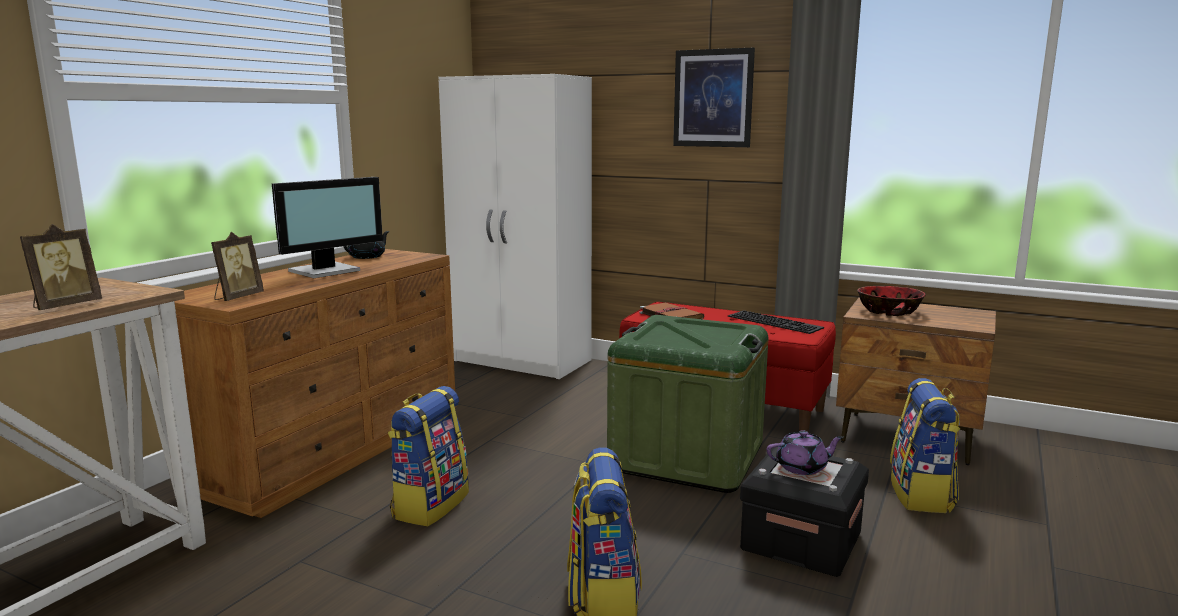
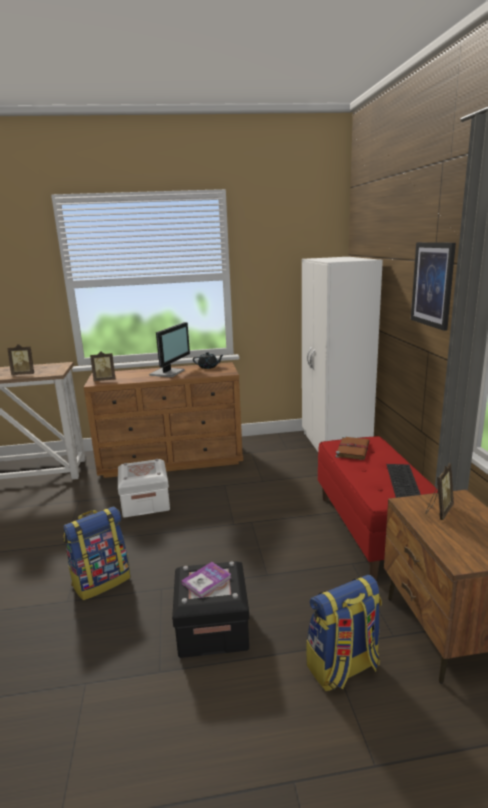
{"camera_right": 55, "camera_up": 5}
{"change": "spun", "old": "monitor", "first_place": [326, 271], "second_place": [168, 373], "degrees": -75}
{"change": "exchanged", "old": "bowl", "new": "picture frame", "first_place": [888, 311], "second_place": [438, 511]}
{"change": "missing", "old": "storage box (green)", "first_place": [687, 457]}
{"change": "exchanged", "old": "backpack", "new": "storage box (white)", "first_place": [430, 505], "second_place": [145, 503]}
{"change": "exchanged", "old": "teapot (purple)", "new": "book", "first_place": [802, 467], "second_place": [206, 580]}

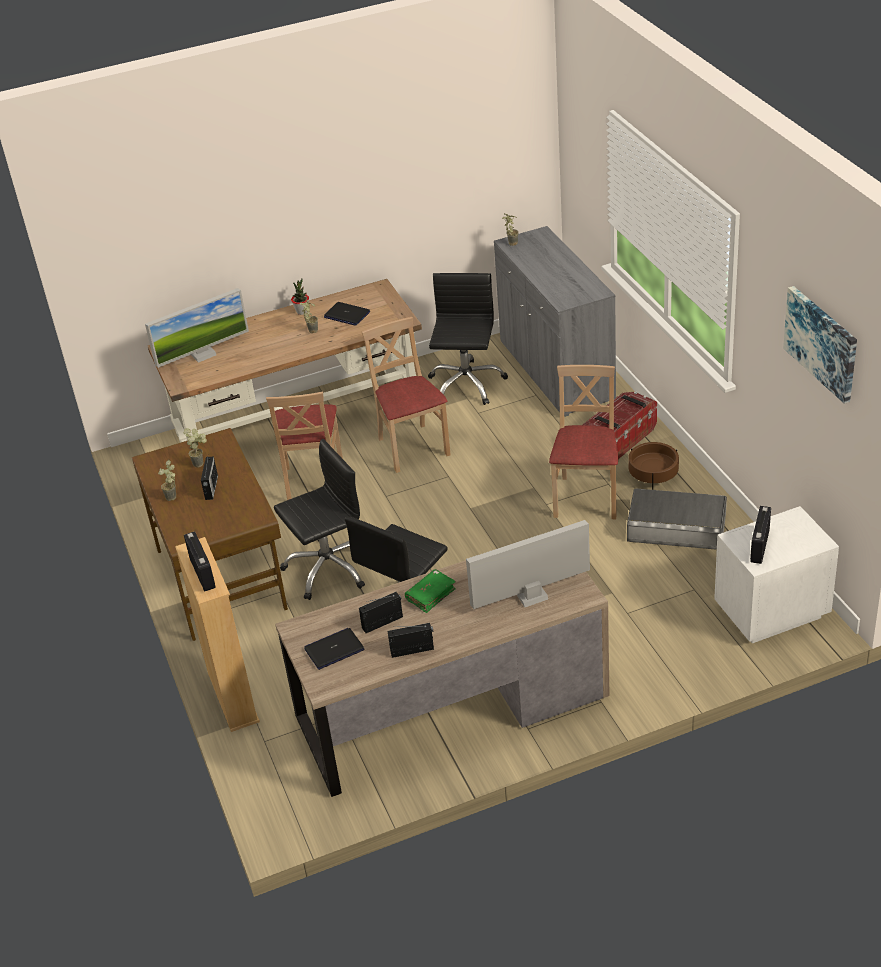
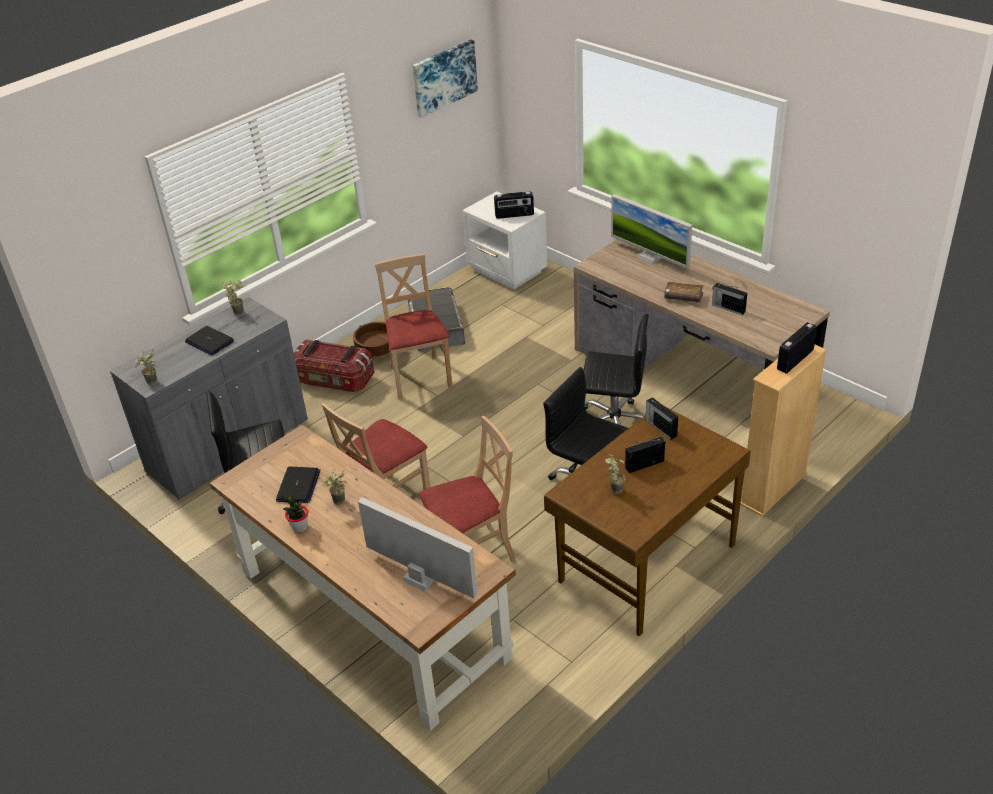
{"camera_right": -115, "camera_up": 0}
{"change": "spun", "old": "chair (beige)", "first_place": [586, 498], "second_place": [419, 377], "degrees": 90}
{"change": "relocated", "old": "potted plant", "first_place": [174, 498], "second_place": [239, 311]}
{"change": "colour", "old": "book (green)", "new": "book (brown)", "first_place": [430, 595], "second_place": [683, 297]}
{"change": "relocated", "old": "radio", "first_place": [413, 650], "second_place": [660, 427]}
{"change": "relocated", "old": "laptop", "first_place": [334, 649], "second_place": [209, 341]}

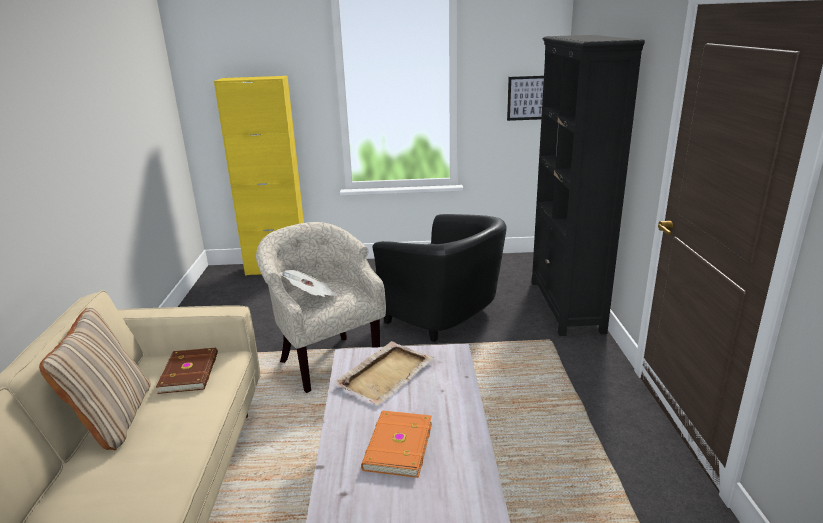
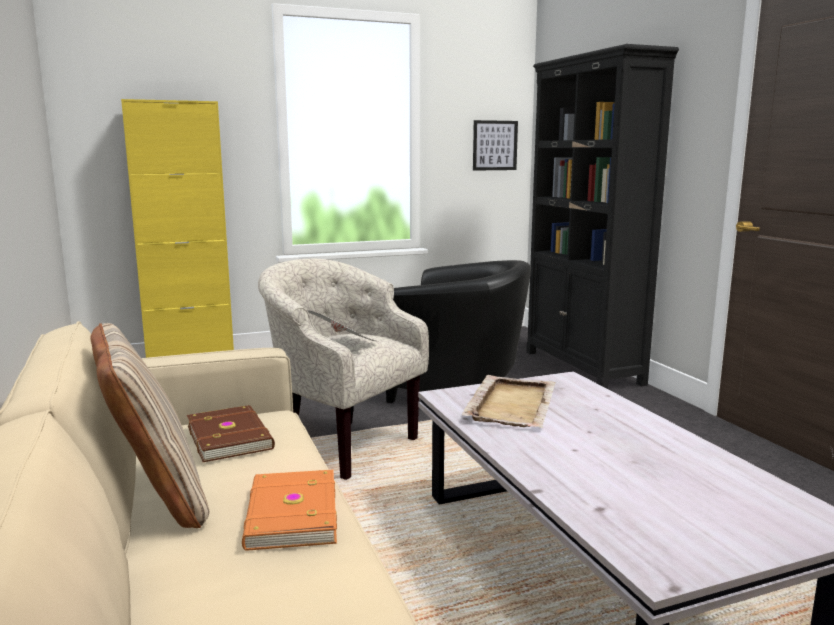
{"camera_right": -20, "camera_up": -10}
{"change": "relocated", "old": "book (orange)", "first_place": [396, 446], "second_place": [289, 514]}

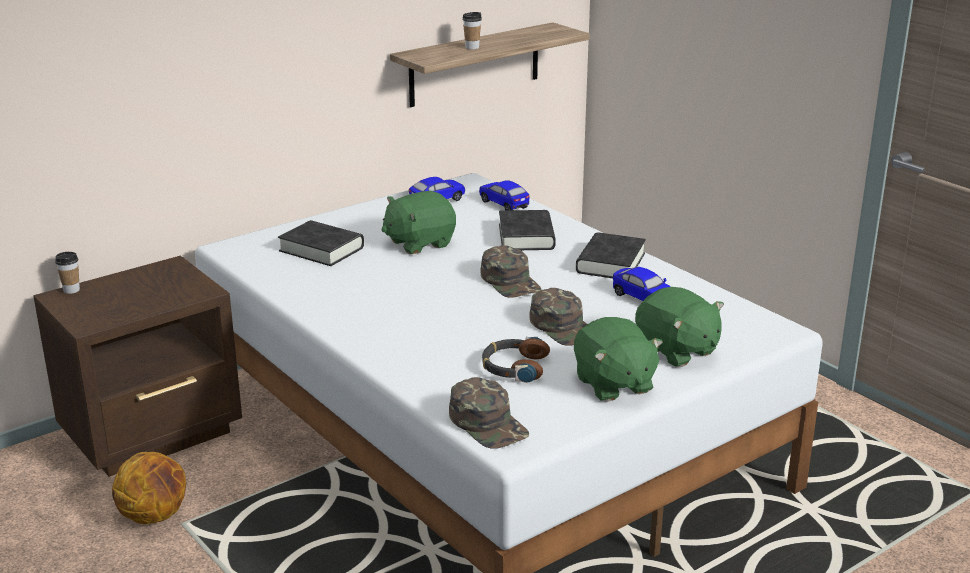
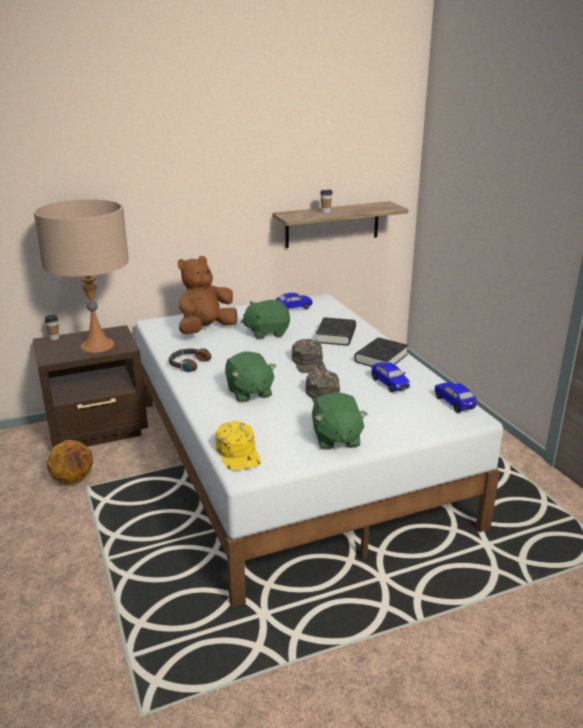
{"camera_right": 15, "camera_up": 0}
{"change": "relocated", "old": "toy car", "first_place": [504, 204], "second_place": [454, 403]}
{"change": "exchanged", "old": "book (black)", "new": "plush toy (brown)", "first_place": [321, 249], "second_place": [206, 330]}
{"change": "relocated", "old": "plush toy (green)", "first_place": [676, 351], "second_place": [249, 392]}
{"change": "relocated", "old": "headphones", "first_place": [514, 367], "second_place": [188, 364]}
{"change": "colour", "old": "cap (green)", "new": "cap (yellow)", "first_place": [488, 423], "second_place": [238, 453]}
{"change": "appeared", "new": "table lamp (beige)", "second_place": [97, 345]}

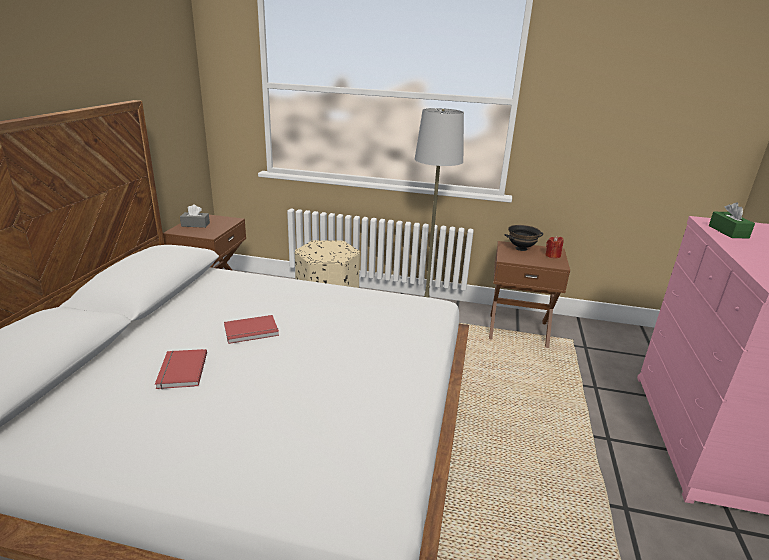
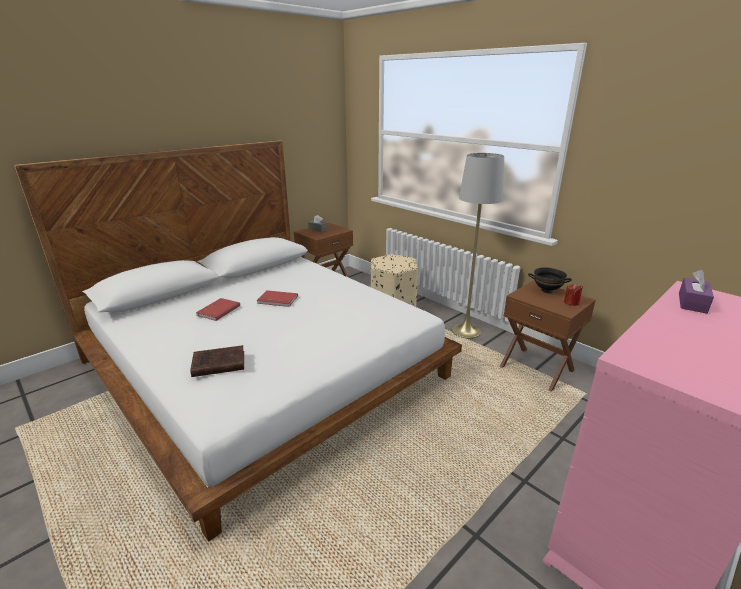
{"camera_right": 35, "camera_up": 0}
{"change": "colour", "old": "tissue box (green)", "new": "tissue box (purple)", "first_place": [728, 232], "second_place": [692, 303]}
{"change": "appeared", "new": "book (brown)", "second_place": [217, 364]}

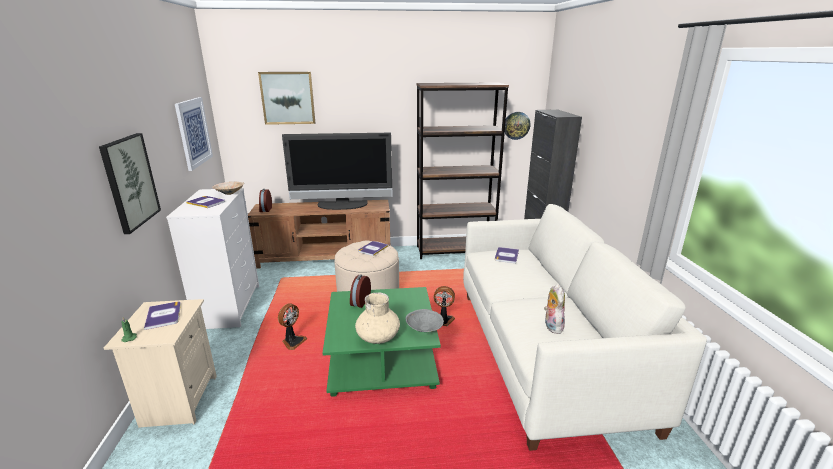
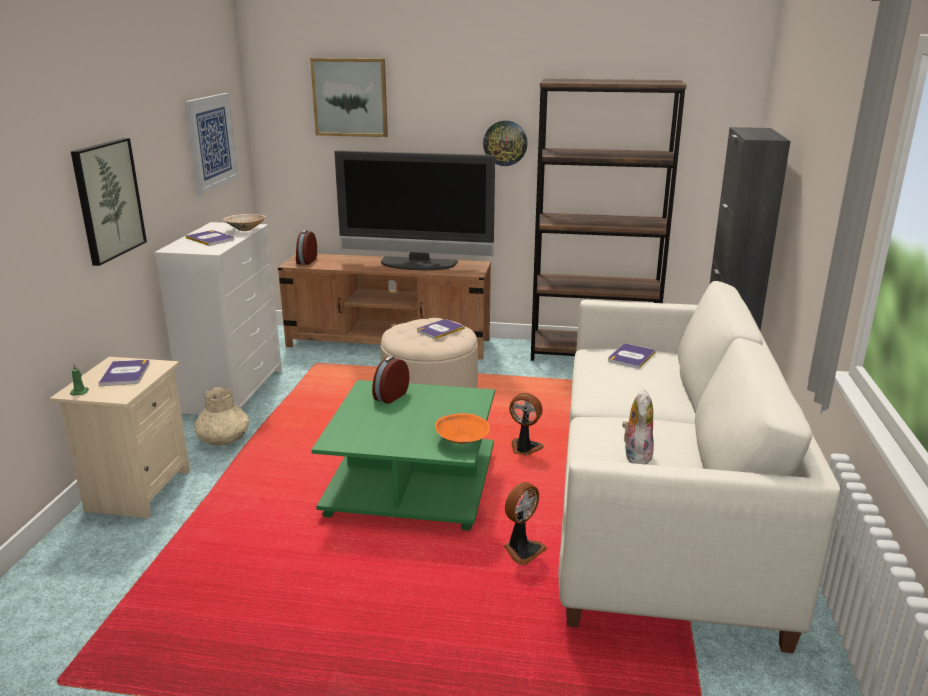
{"camera_right": 15, "camera_up": 0}
{"change": "relocated", "old": "wall clock", "first_place": [516, 125], "second_place": [505, 143]}
{"change": "relocated", "old": "vase (beige)", "first_place": [378, 337], "second_place": [224, 439]}
{"change": "relocated", "old": "fan", "first_place": [293, 342], "second_place": [522, 550]}
{"change": "colour", "old": "bowl (grey)", "new": "bowl (orange)", "first_place": [424, 329], "second_place": [462, 441]}

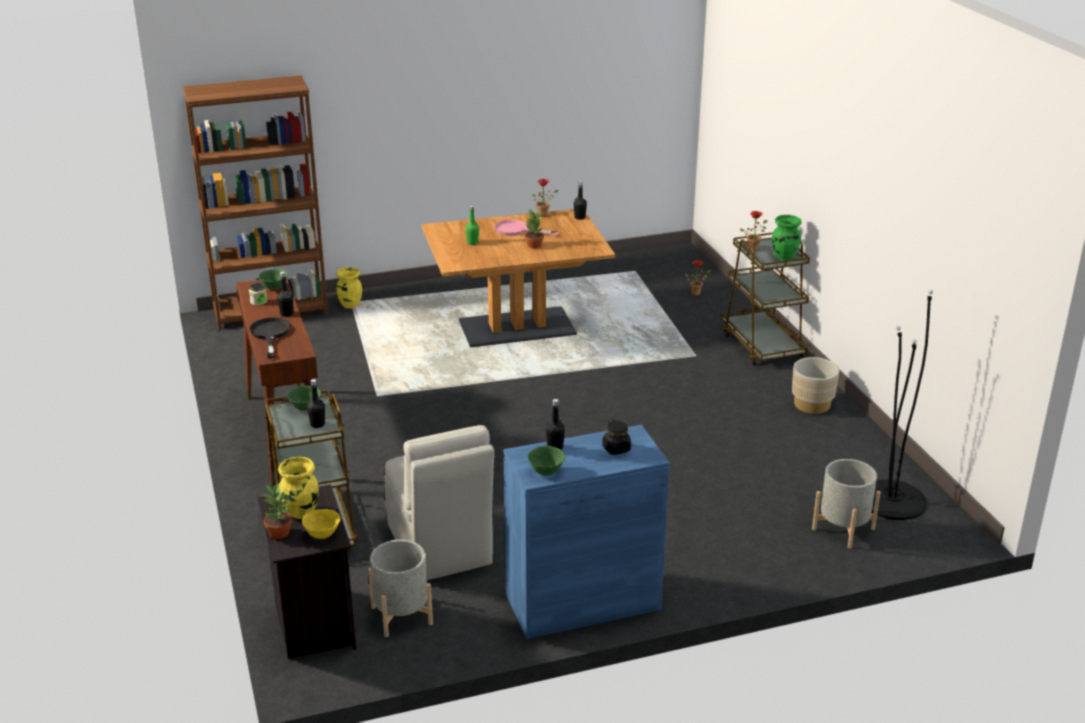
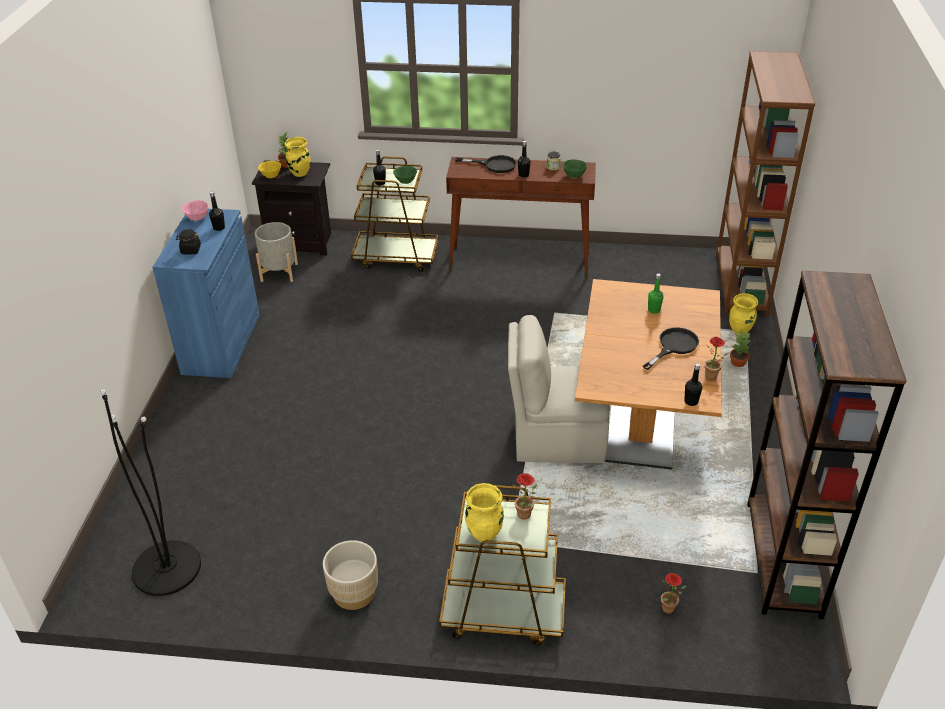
{"camera_right": 115, "camera_up": 10}
{"change": "relocated", "old": "potted plant", "first_place": [534, 245], "second_place": [738, 363]}
{"change": "colour", "old": "vase (green)", "new": "vase (yellow)", "first_place": [784, 257], "second_place": [484, 533]}
{"change": "colour", "old": "frying pan (pink)", "new": "frying pan (black)", "first_place": [517, 230], "second_place": [674, 346]}
{"change": "relocated", "old": "chair (beige)", "first_place": [440, 547], "second_place": [556, 439]}
{"change": "colour", "old": "bowl (green)", "new": "bowl (pink)", "first_place": [546, 472], "second_place": [197, 218]}
{"change": "missing", "old": "planter (grey)", "first_place": [843, 529]}
{"change": "appeared", "new": "bookcase (brown)", "second_place": [783, 559]}

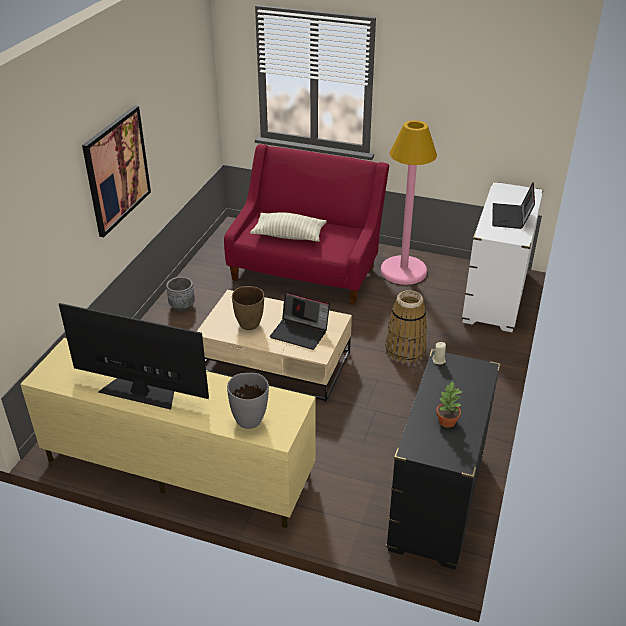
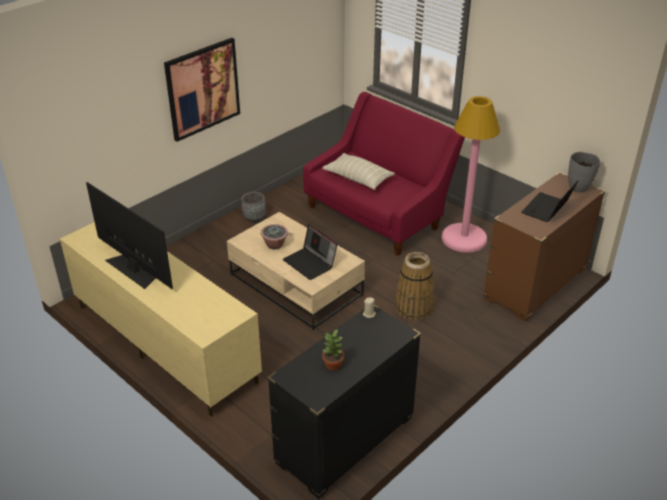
{"camera_right": 25, "camera_up": 0}
{"change": "colour", "old": "dresser (white)", "new": "dresser (brown)", "first_place": [495, 296], "second_place": [535, 285]}
{"change": "exchanged", "old": "vase (brown)", "new": "potted plant", "first_place": [249, 325], "second_place": [275, 245]}
{"change": "relocated", "old": "vase (grey)", "first_place": [249, 420], "second_place": [579, 187]}

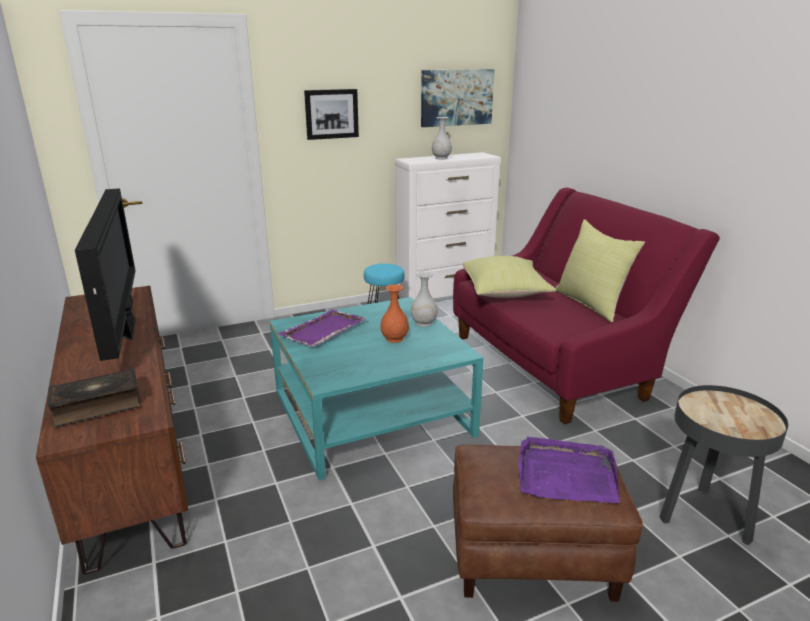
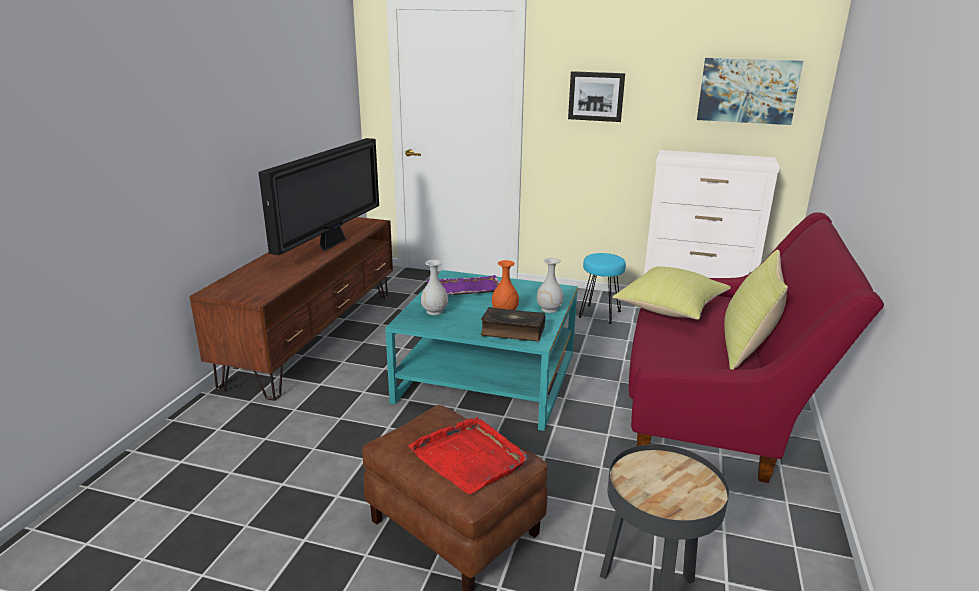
{"camera_right": 40, "camera_up": 0}
{"change": "relocated", "old": "vase (white)", "first_place": [441, 158], "second_place": [435, 311]}
{"change": "relocated", "old": "book", "first_place": [97, 406], "second_place": [512, 331]}
{"change": "colour", "old": "tray (purple)", "new": "tray (red)", "first_place": [565, 474], "second_place": [469, 457]}

